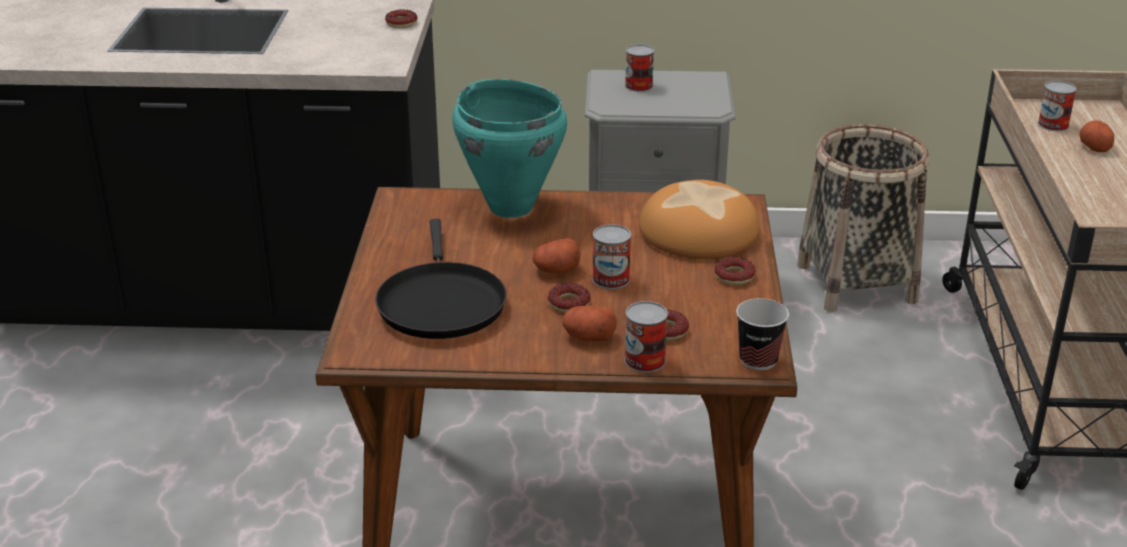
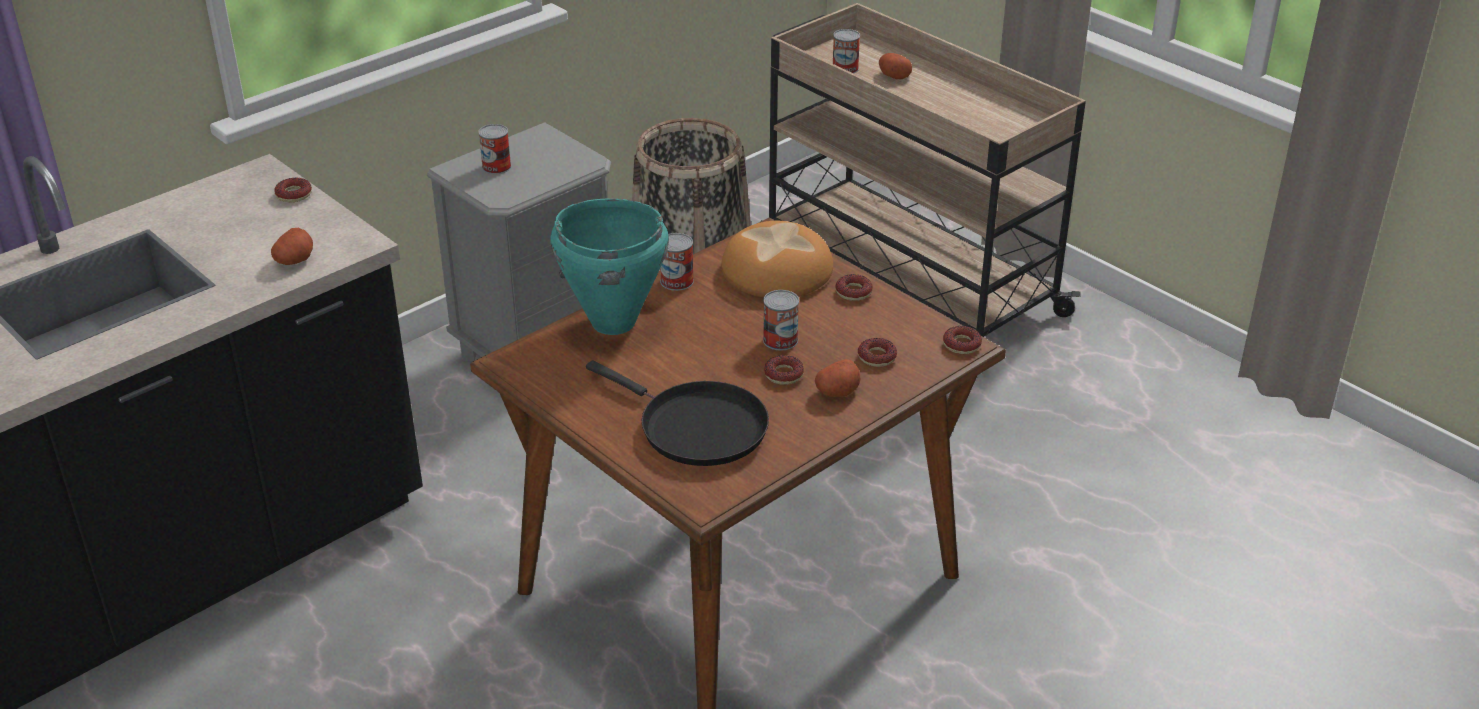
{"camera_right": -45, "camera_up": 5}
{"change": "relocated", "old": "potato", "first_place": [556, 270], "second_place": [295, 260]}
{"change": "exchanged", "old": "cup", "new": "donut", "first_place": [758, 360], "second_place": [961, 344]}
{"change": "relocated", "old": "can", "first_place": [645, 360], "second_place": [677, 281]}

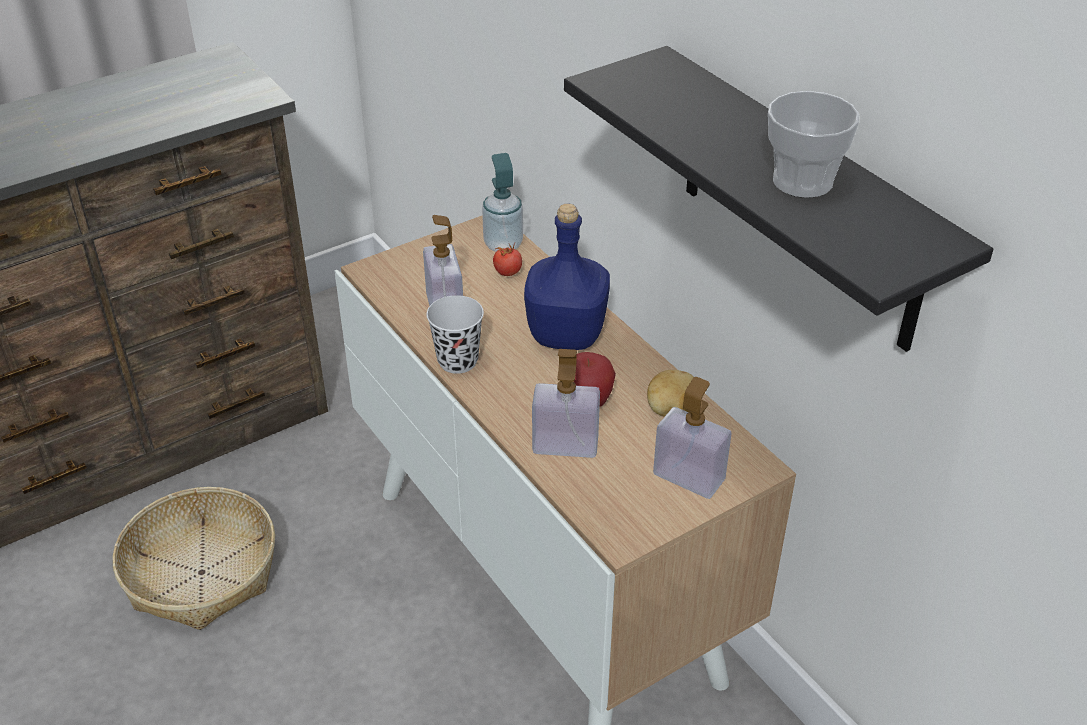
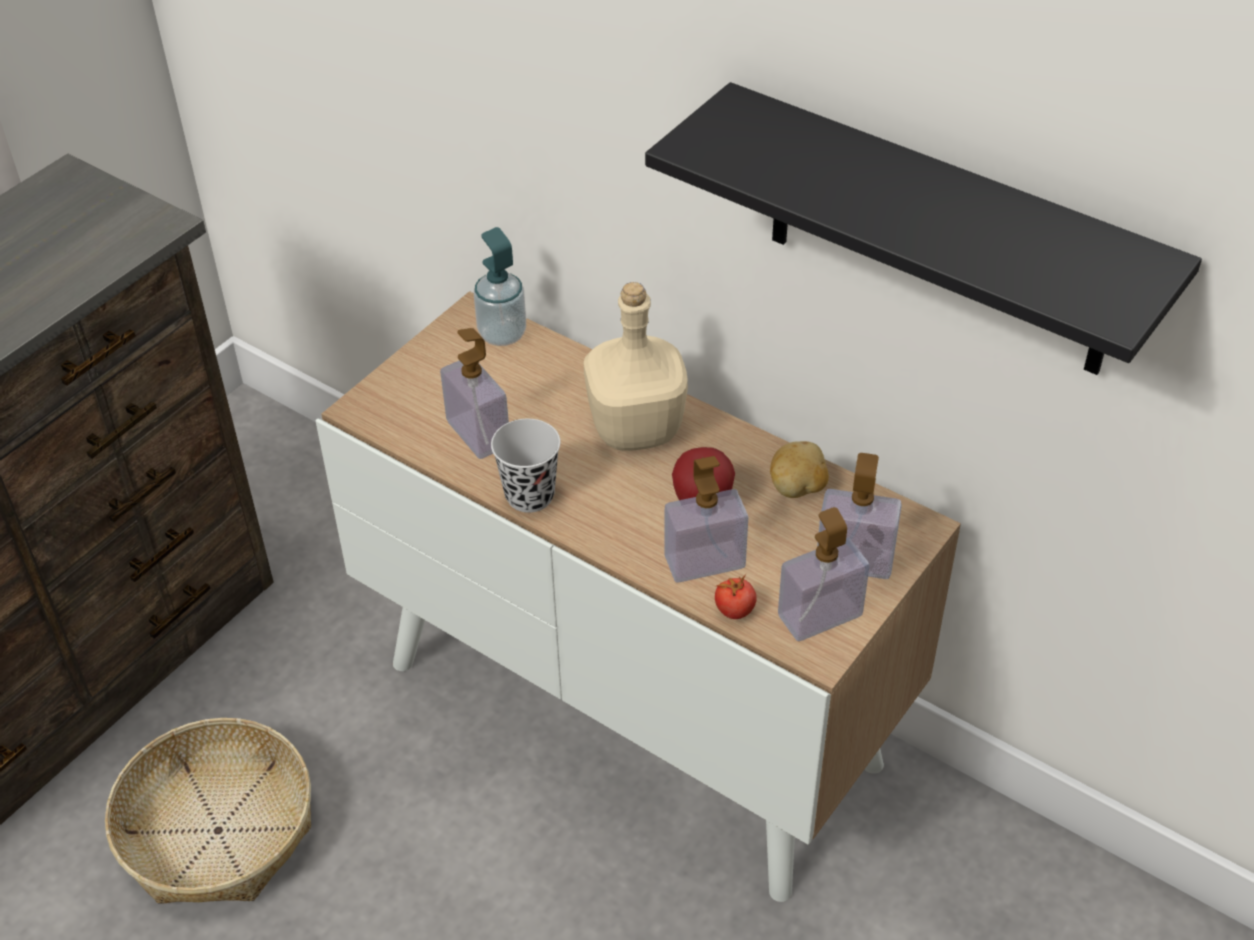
{"camera_right": -20, "camera_up": 5}
{"change": "missing", "old": "cup", "first_place": [802, 181]}
{"change": "colour", "old": "bottle (blue)", "new": "bottle (beige)", "first_place": [566, 333], "second_place": [635, 427]}
{"change": "relocated", "old": "tomato", "first_place": [507, 272], "second_place": [734, 610]}
{"change": "appeared", "new": "soap dispenser", "second_place": [820, 615]}

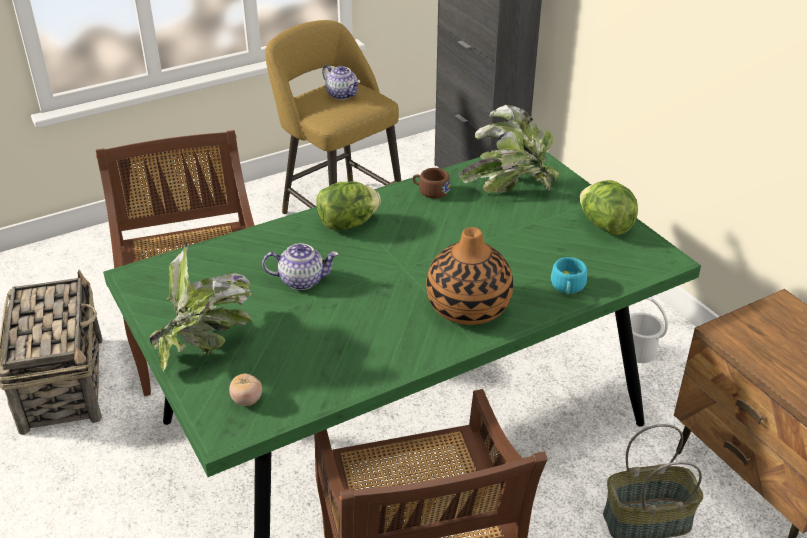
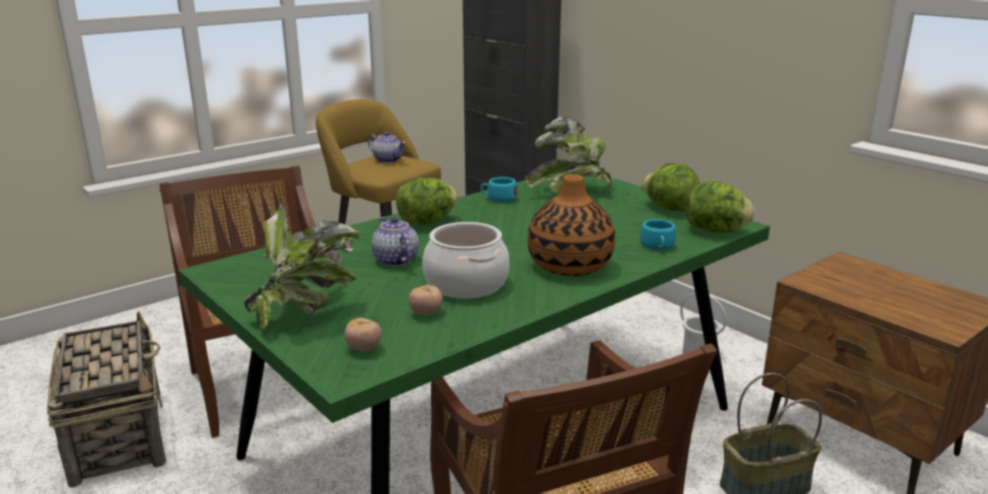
{"camera_right": -10, "camera_up": -15}
{"change": "colour", "old": "cup (brown)", "new": "cup (turquoise)", "first_place": [430, 191], "second_place": [498, 198]}
{"change": "spun", "old": "teapot", "first_place": [302, 280], "second_place": [395, 260], "degrees": -105}
{"change": "appeared", "new": "lettuce", "second_place": [716, 231]}
{"change": "appeared", "new": "cooking pot", "second_place": [466, 284]}
{"change": "appeared", "new": "tomato", "second_place": [426, 313]}

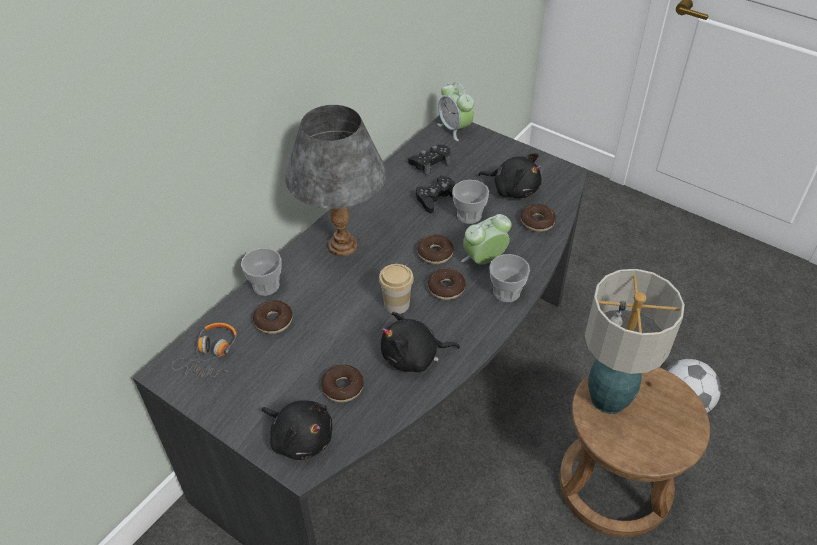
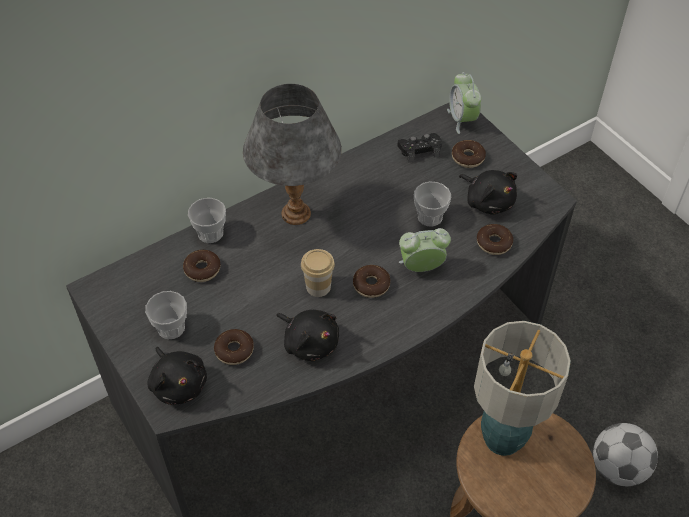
{"camera_right": 20, "camera_up": 5}
{"change": "missing", "old": "game controller (black)", "first_place": [436, 198]}
{"change": "relocated", "old": "donut", "first_place": [435, 253], "second_place": [468, 158]}
{"change": "relocated", "old": "cup", "first_place": [506, 292], "second_place": [171, 328]}
{"change": "spun", "old": "plush toy (black)", "first_place": [413, 357], "second_place": [309, 342], "degrees": -150}
{"change": "missing", "old": "headphones", "first_place": [211, 355]}

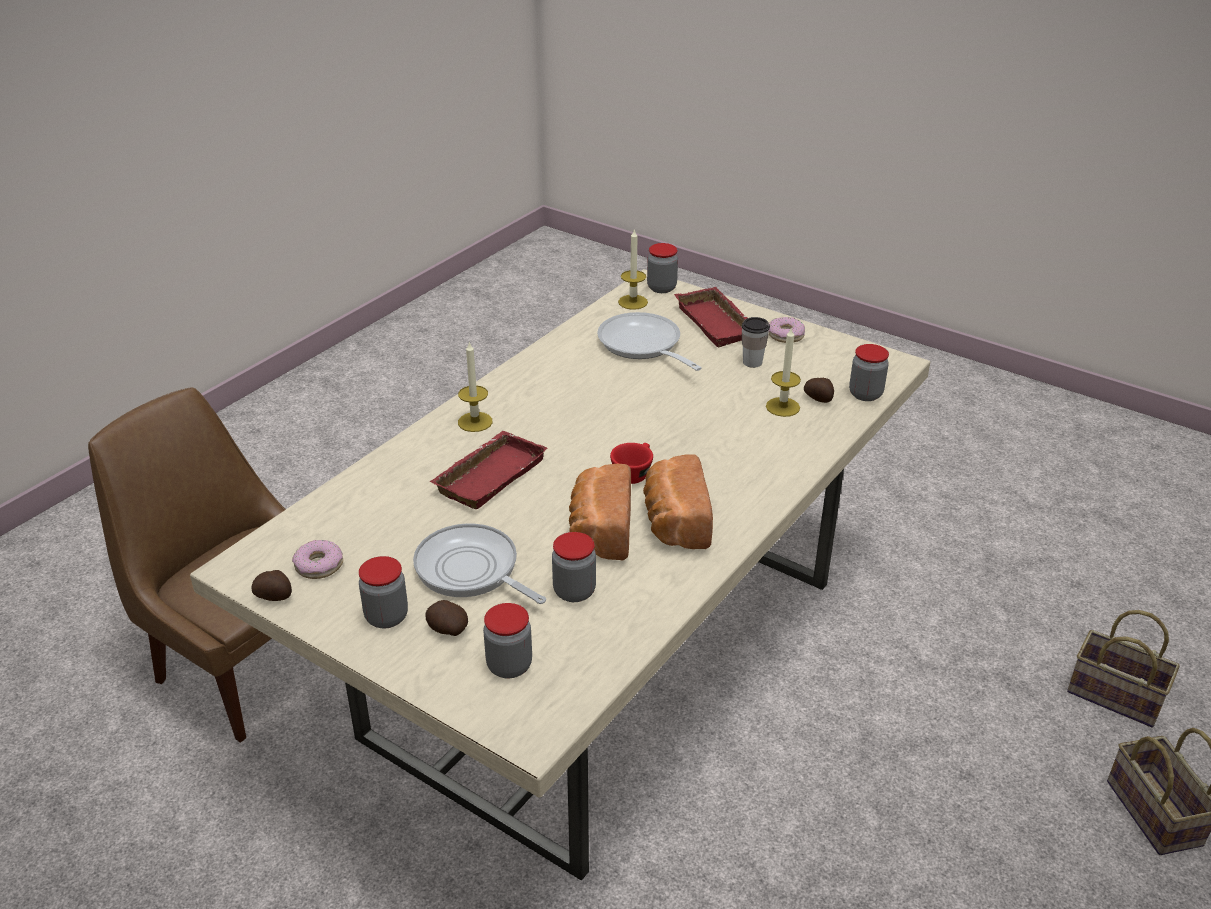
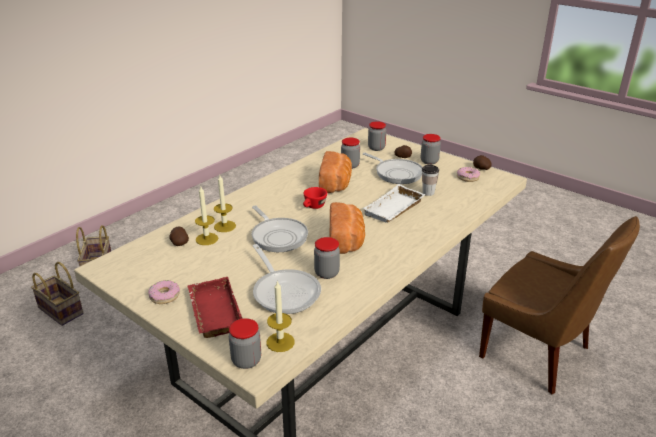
{"camera_right": -175, "camera_up": -5}
{"change": "relocated", "old": "cup", "first_place": [752, 362], "second_place": [428, 193]}
{"change": "relocated", "old": "candle", "first_place": [475, 422], "second_place": [225, 226]}
{"change": "relocated", "old": "jar", "first_place": [865, 394], "second_place": [326, 273]}
{"change": "colour", "old": "tray (red)", "new": "tray (white)", "first_place": [489, 475], "second_place": [394, 209]}
{"change": "relocated", "old": "bread", "first_place": [674, 523], "second_place": [347, 241]}
{"change": "appeared", "new": "frying pan", "second_place": [278, 236]}

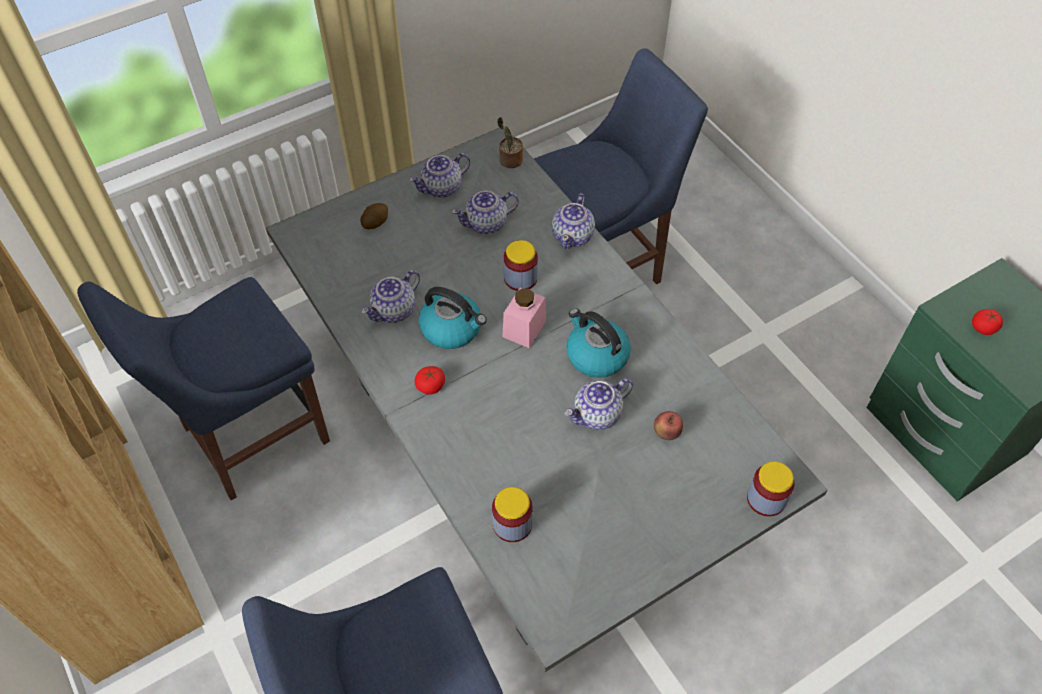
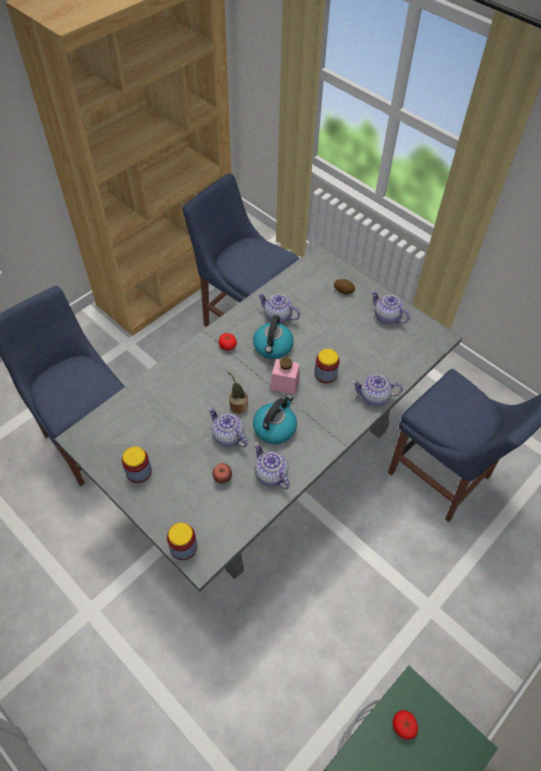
{"camera_right": 75, "camera_up": 0}
{"change": "relocated", "old": "potted plant", "first_place": [509, 161], "second_place": [237, 405]}
{"change": "relocated", "old": "teapot", "first_place": [487, 223], "second_place": [271, 475]}
{"change": "relocated", "old": "jar", "first_place": [512, 524], "second_place": [138, 471]}

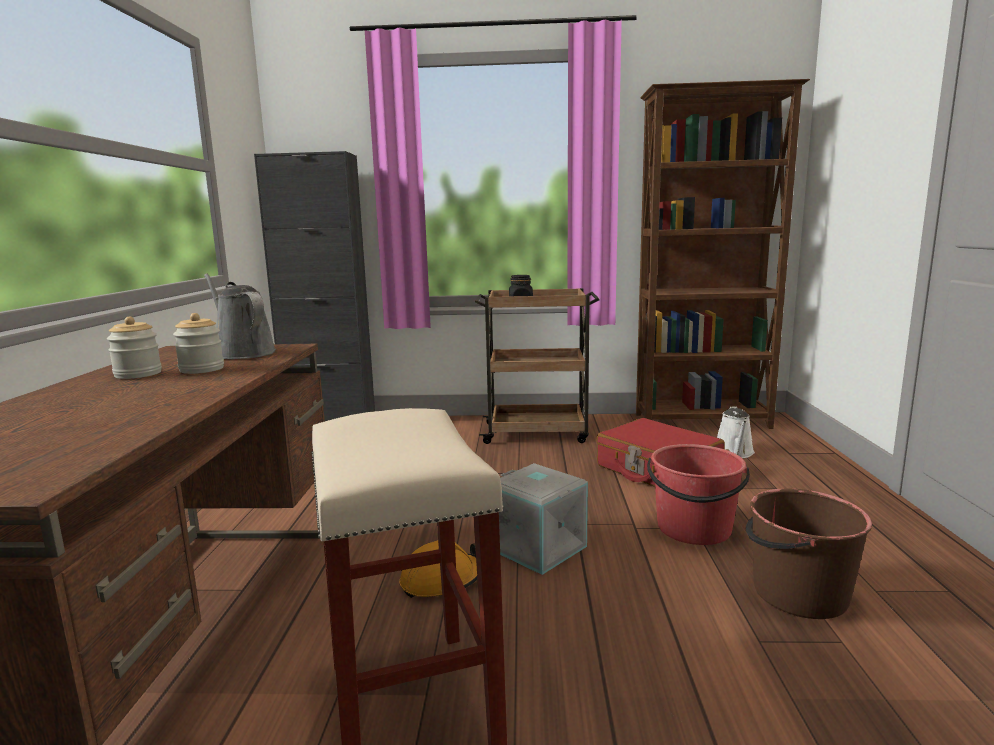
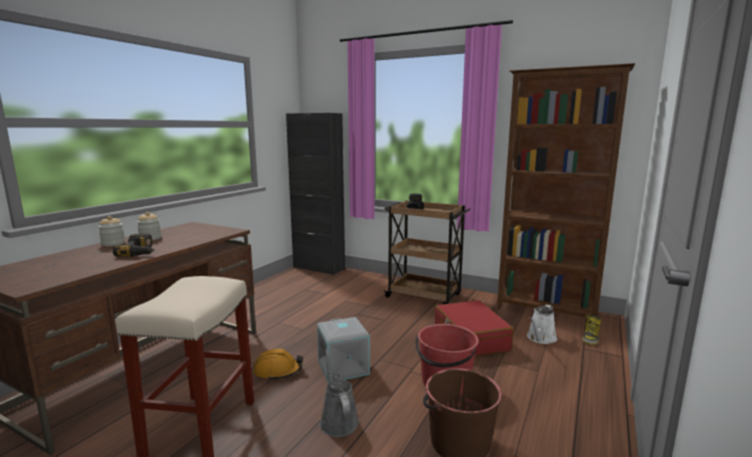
{"camera_right": 25, "camera_up": 0}
{"change": "relocated", "old": "watering can (grey)", "first_place": [242, 353], "second_place": [338, 420]}
{"change": "relocated", "old": "jar", "first_place": [202, 369], "second_place": [113, 243]}
{"change": "appeared", "new": "power drill", "second_place": [141, 251]}
{"change": "appeared", "new": "boot", "second_place": [590, 337]}

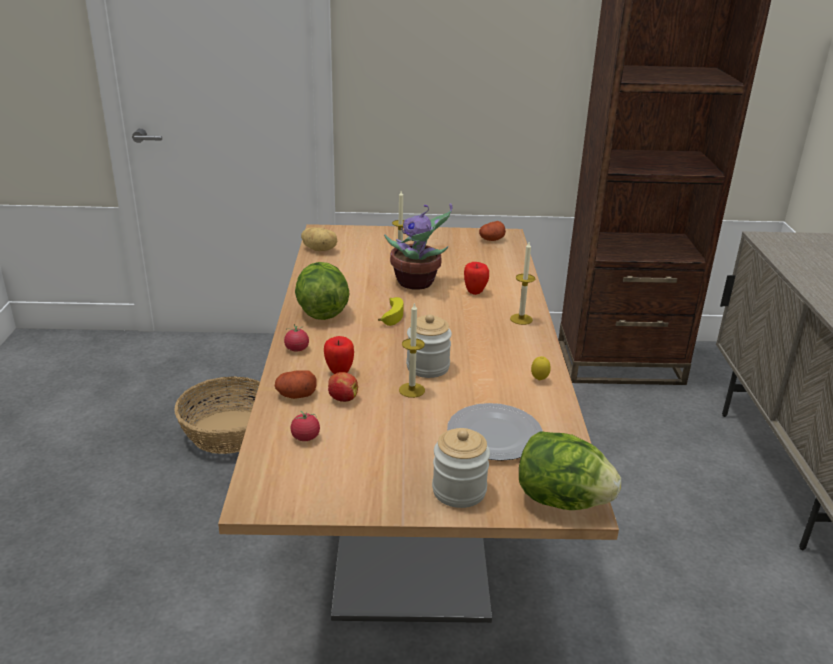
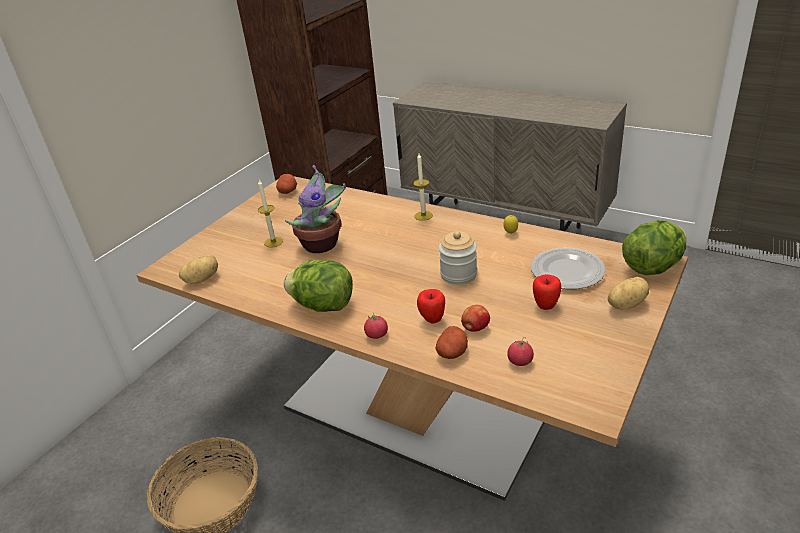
{"camera_right": -55, "camera_up": 5}
{"change": "relocated", "old": "apple", "first_place": [475, 292], "second_place": [546, 305]}
{"change": "missing", "old": "banana", "first_place": [391, 315]}
{"change": "missing", "old": "candle", "first_place": [411, 390]}
{"change": "exchanged", "old": "jar", "new": "potato", "first_place": [459, 491], "second_place": [625, 304]}

